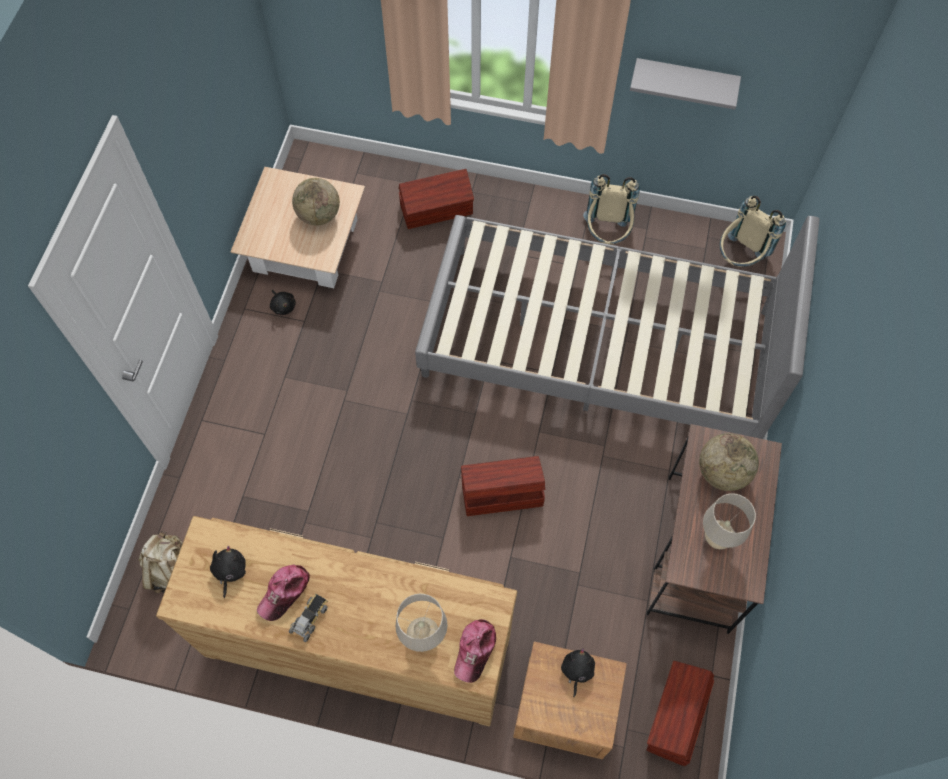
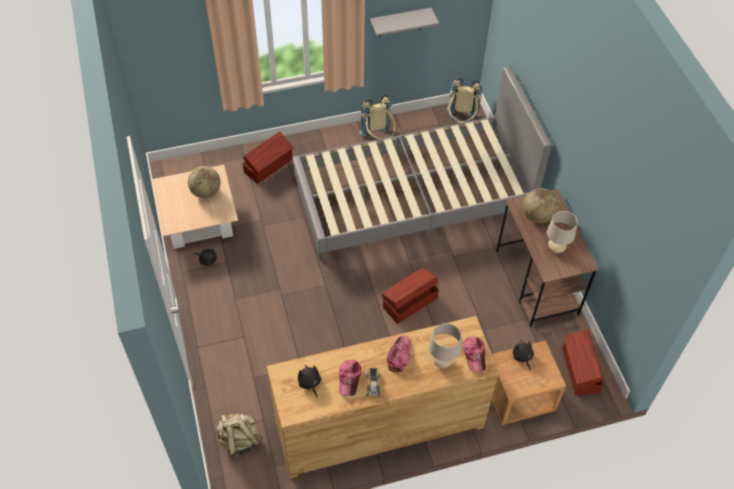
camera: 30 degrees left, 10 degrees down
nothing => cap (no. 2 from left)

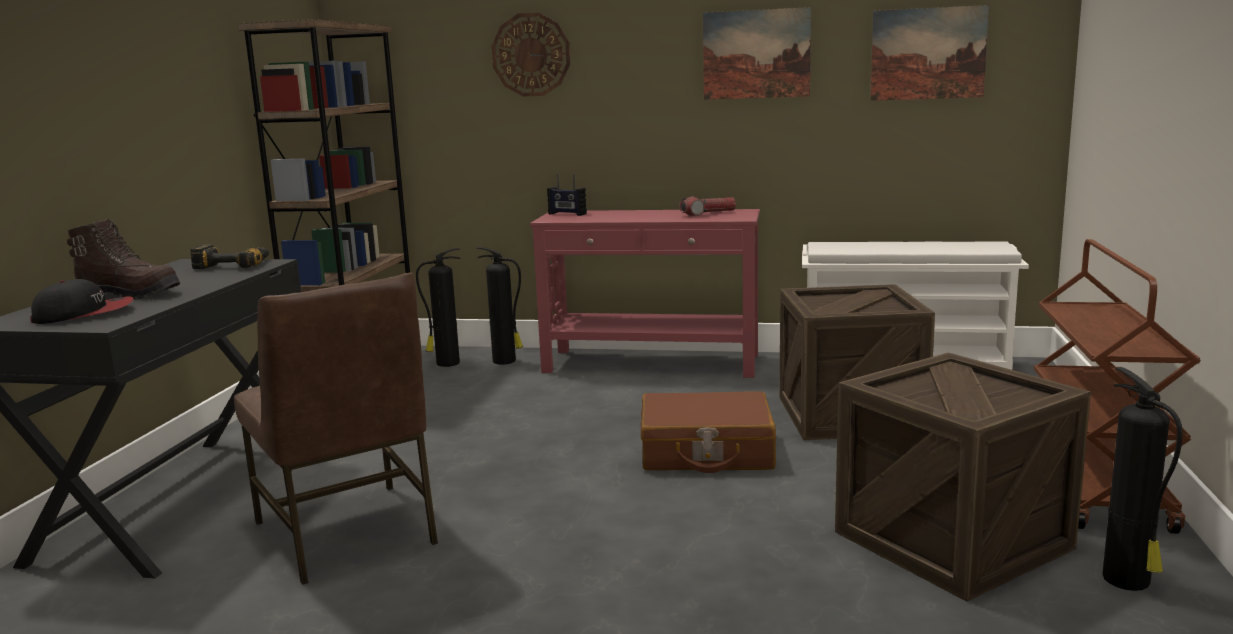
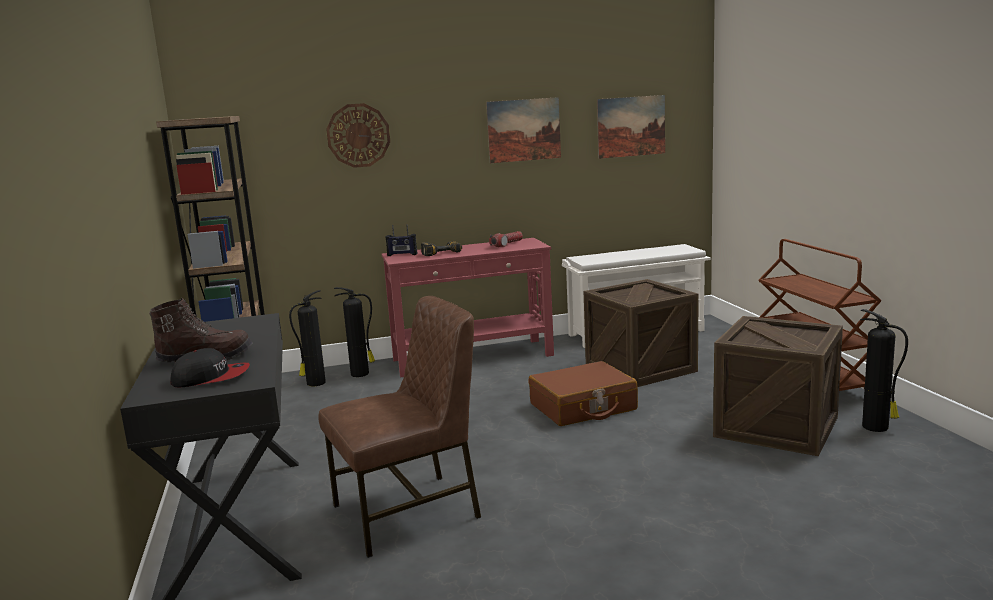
camera: 25 degrees left, 0 degrees up
electric drill, shifted
brown upright chair, 60 degrees counterclockwise
cap, 45 degrees clockwise

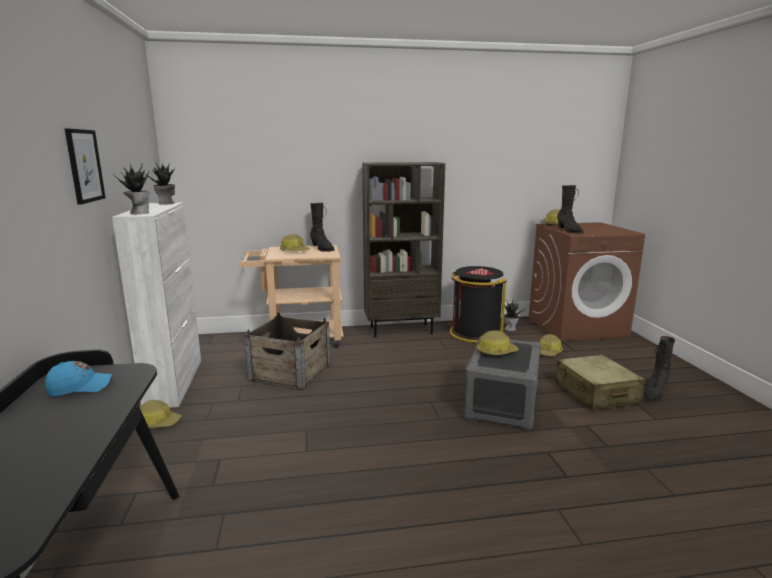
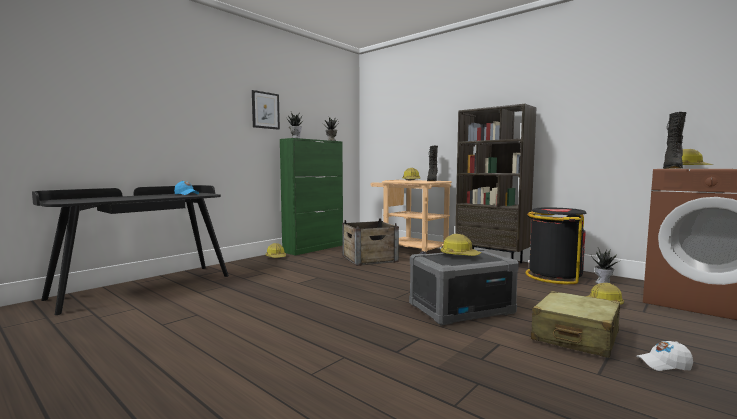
camera: 50 degrees right, 10 degrees down
whitish storage cabinet => green-coloured storage cabinet
blackish high-top boot (no. 3 from left) => whitish cap

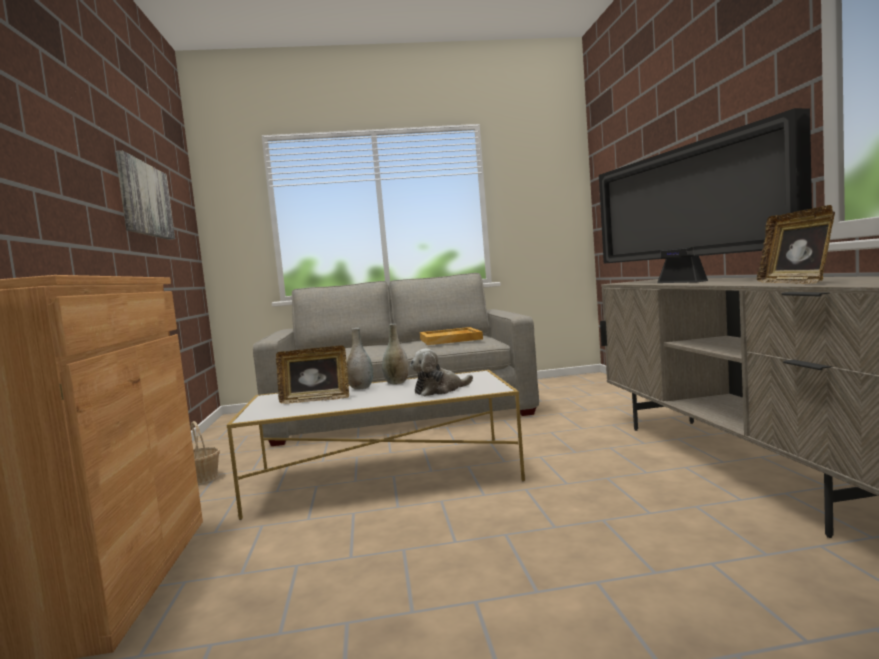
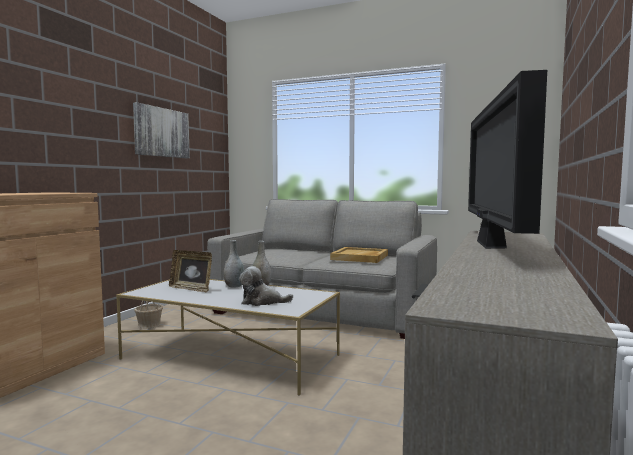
camera: 30 degrees right, 0 degrees up
standing frame (no. 2 from left) => nothing

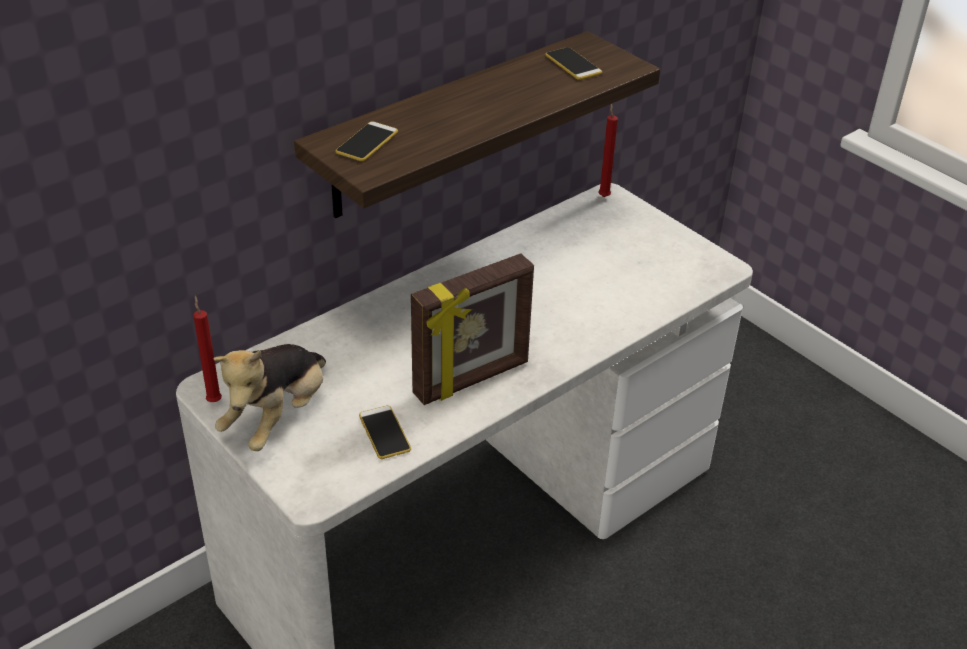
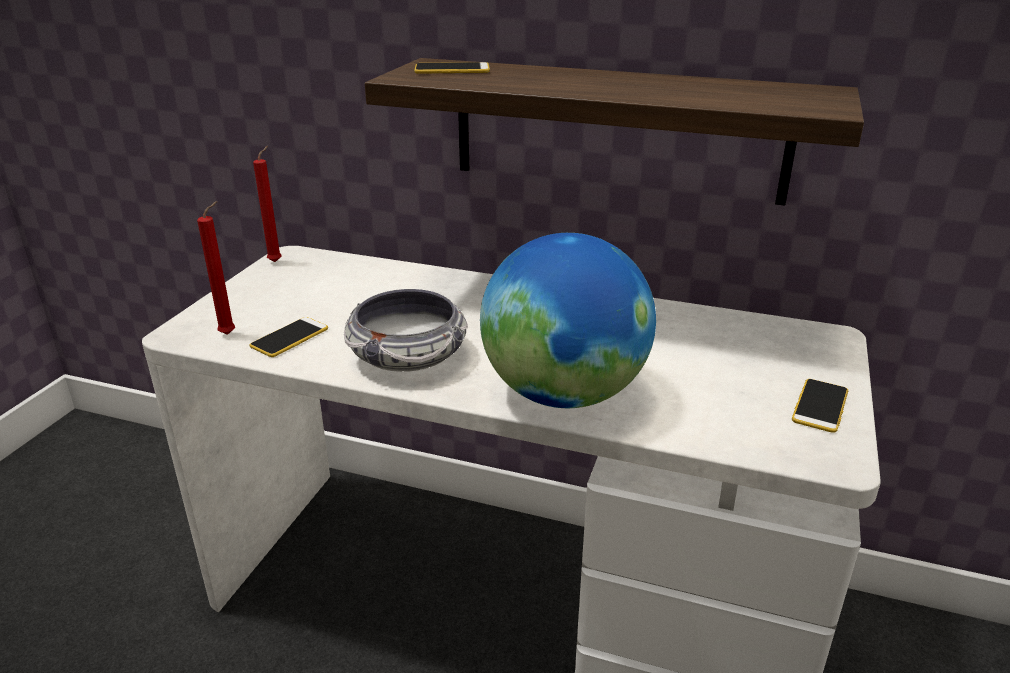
camera: 60 degrees right, 10 degrees down
phone (no. 3 from left), shifted
red-coloured wax candle (no. 2 from left in the first image) => red-coloured wax candle (no. 1 from left), shifted
standing frame => serving bowl
cuddly toy => nothing
nothing => desk globe

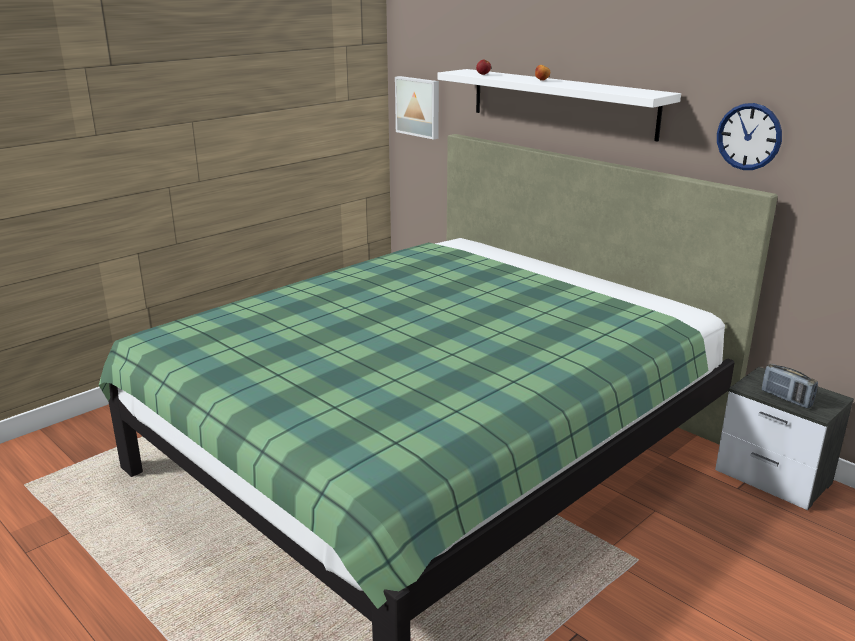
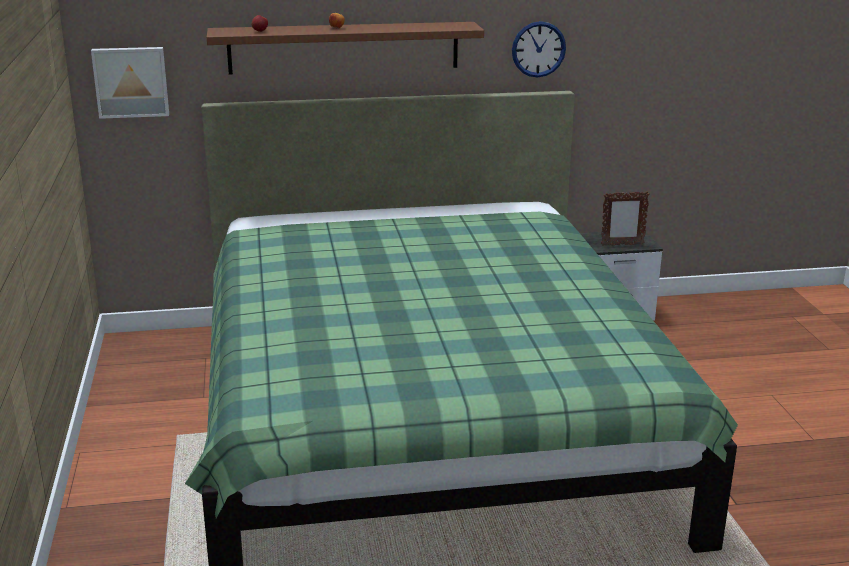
camera: 55 degrees left, 0 degrees up
whitish bracket shelf => brown bracket shelf
radio receiver => standing frame

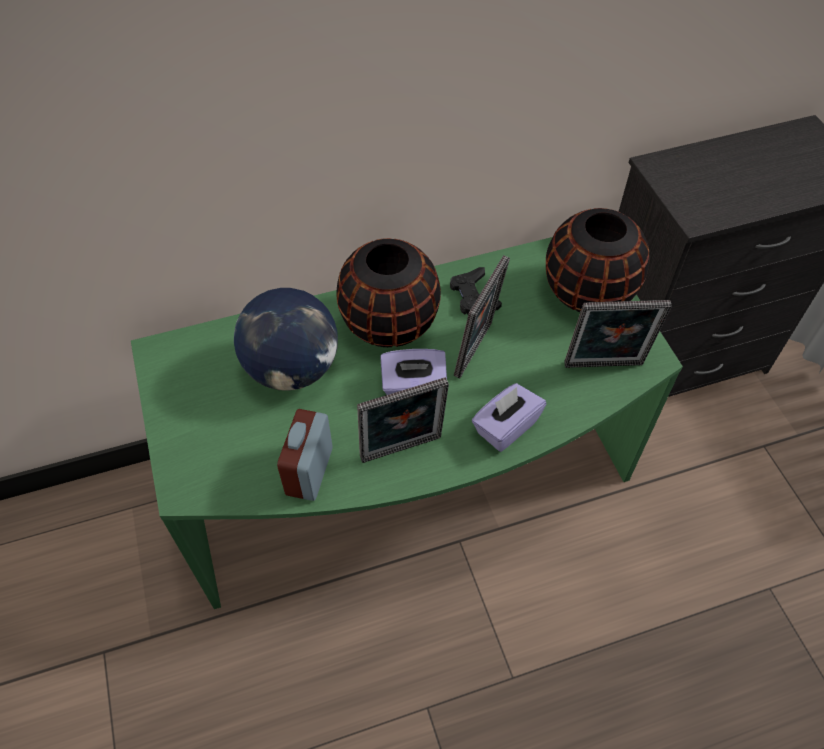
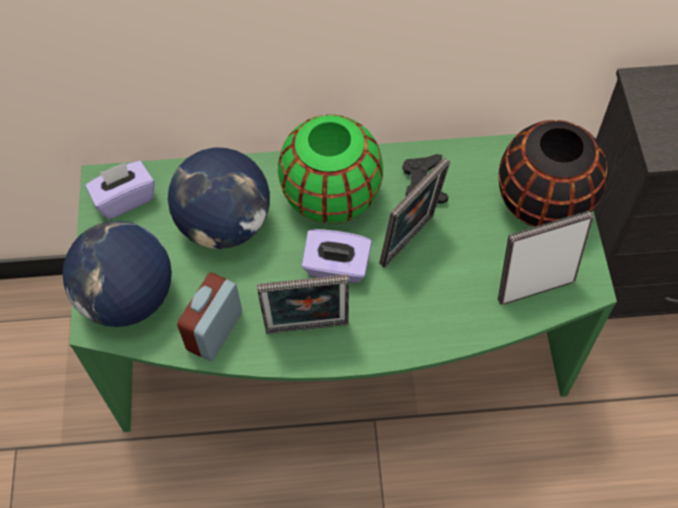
camera: 15 degrees right, 5 degrees up
blackish vase (no. 1 from left) => green-coloured vase
standing frame (no. 3 from left), 150 degrees clockwise
purplish tissue holder (no. 2 from left in the first image) => purplish tissue holder (no. 1 from left), shifted
nothing => desk globe (no. 1 from left)

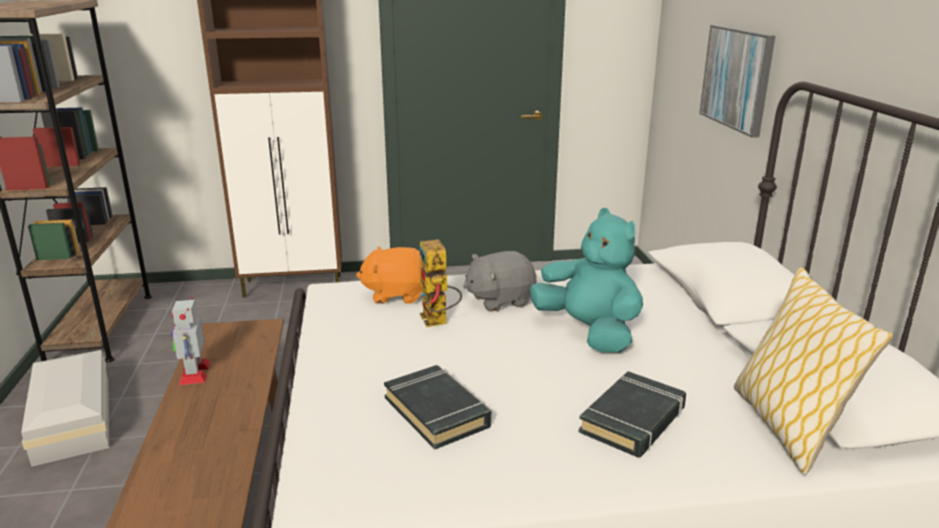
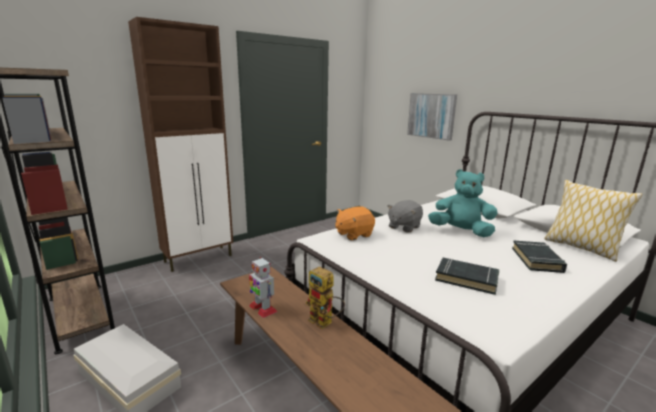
camera: 30 degrees left, 5 degrees down
model robot (no. 2 from left), shifted

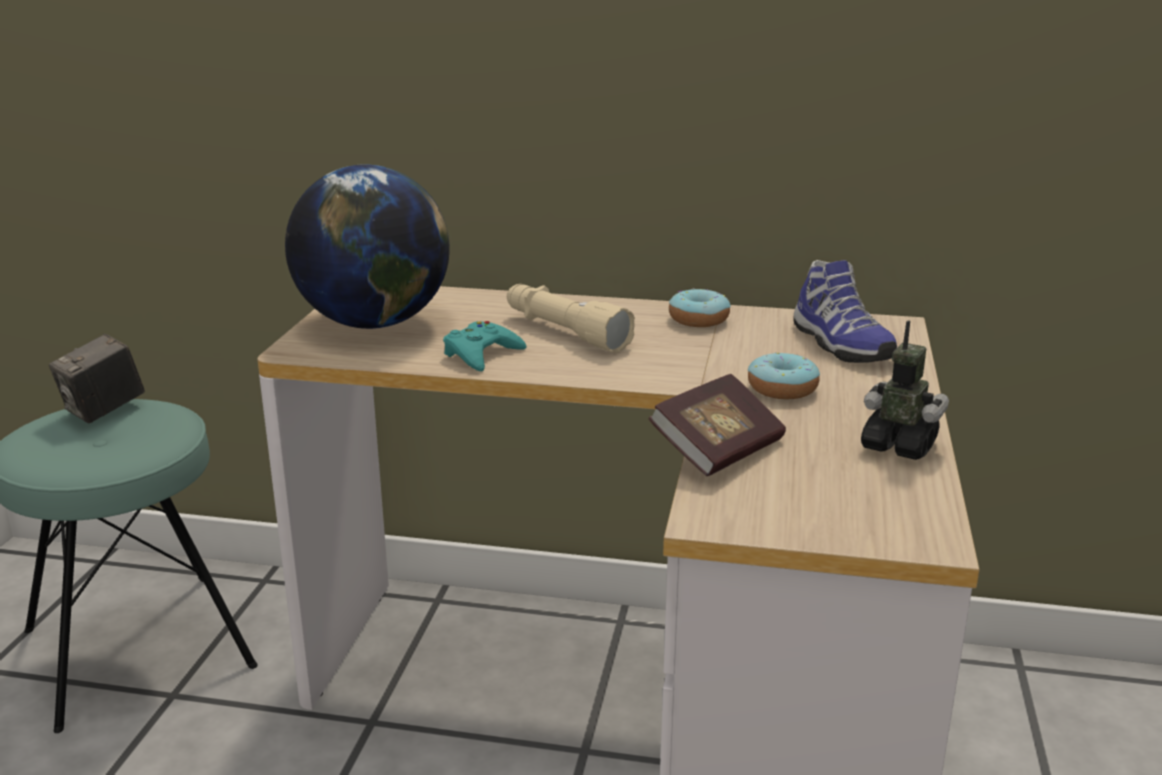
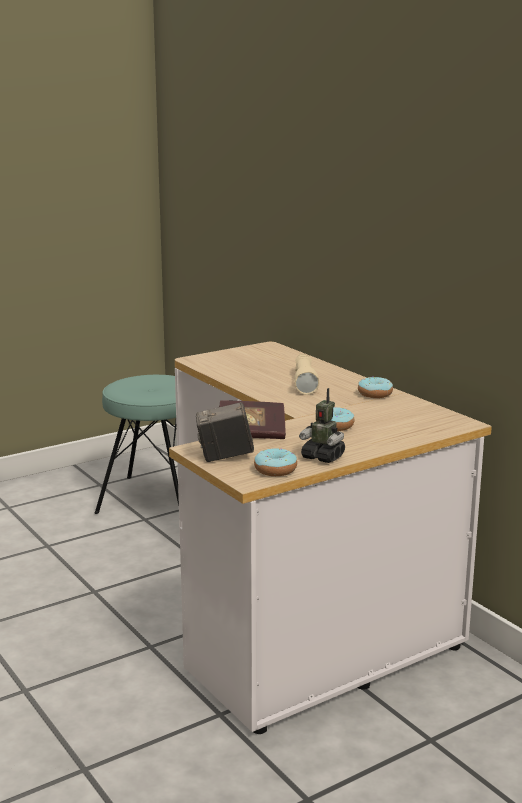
camera: 45 degrees right, 5 degrees down
desk globe => nothing
low shoe => nothing
model robot, 135 degrees clockwise
blue-green game controller => nothing
still camera, shifted
nothing => ring doughnut (no. 1 from left)

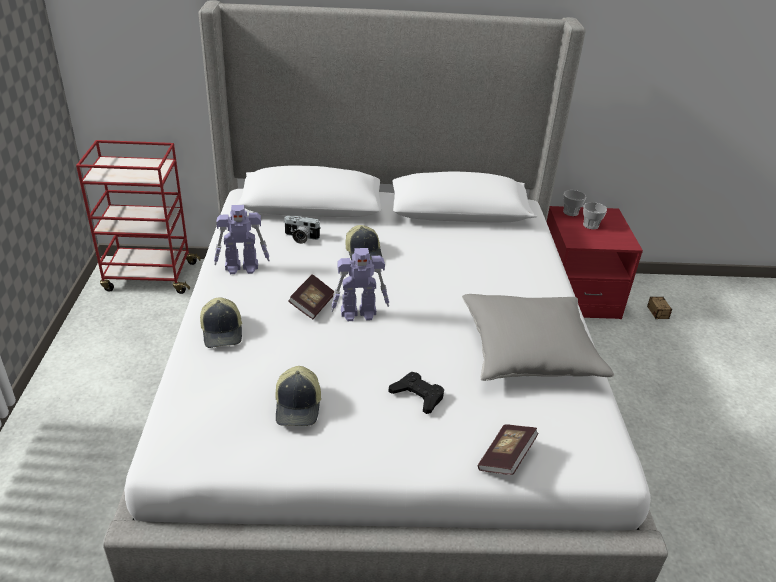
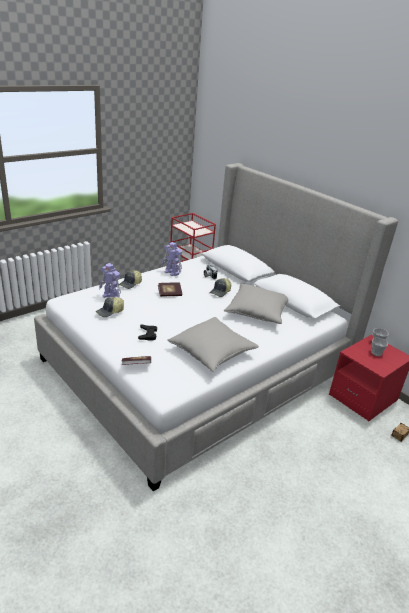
camera: 50 degrees right, 5 degrees down
model robot (no. 2 from left in the first image) => model robot (no. 1 from left), shifted
nothing => gray pillow (no. 2 from left)

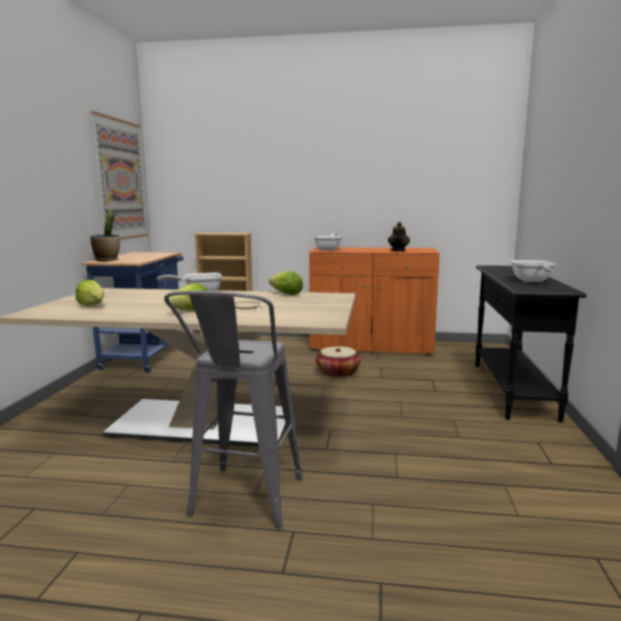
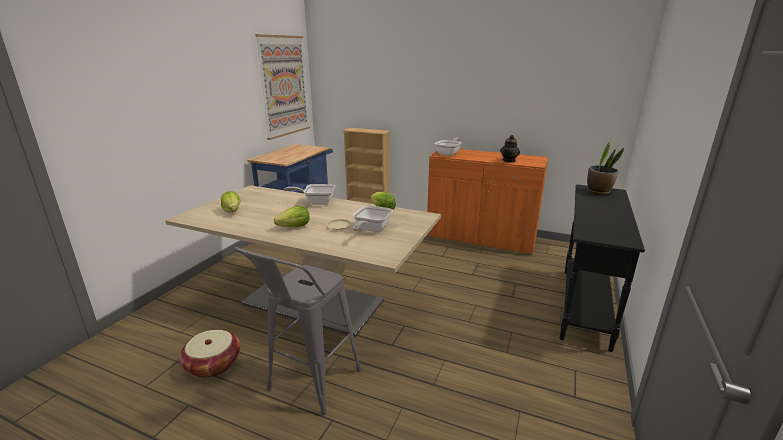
camera: 15 degrees right, 10 degrees up
houseplant, shifted
skillet (no. 3 from left in the first image) => skillet (no. 2 from left), shifted
basket, shifted

